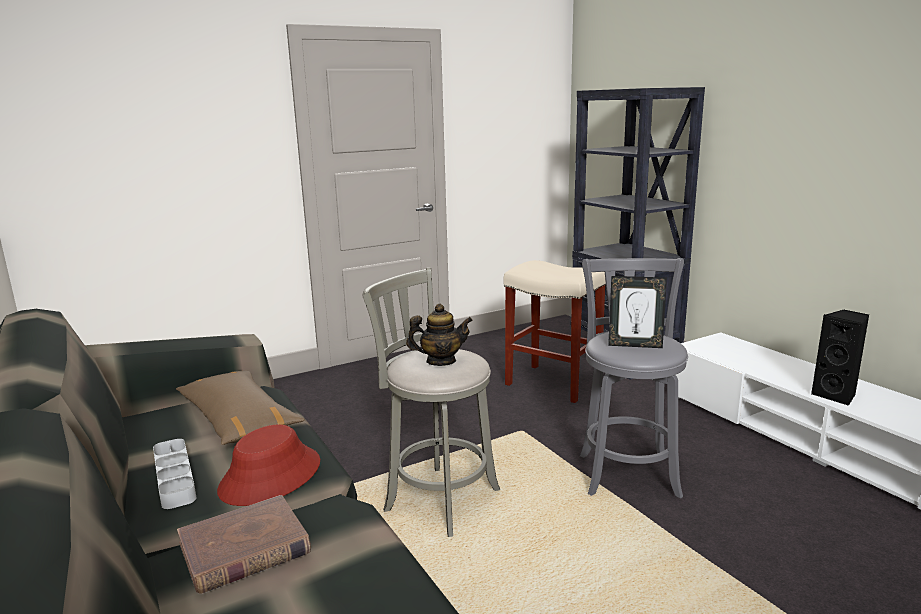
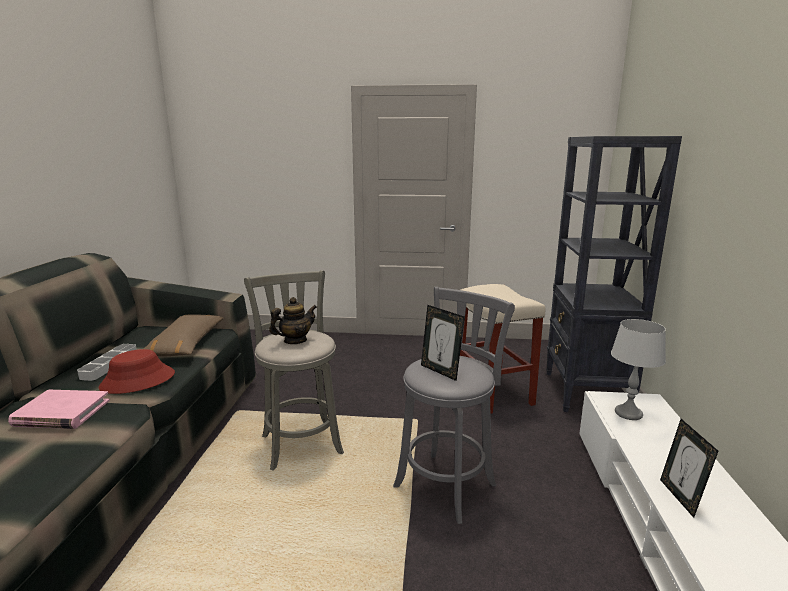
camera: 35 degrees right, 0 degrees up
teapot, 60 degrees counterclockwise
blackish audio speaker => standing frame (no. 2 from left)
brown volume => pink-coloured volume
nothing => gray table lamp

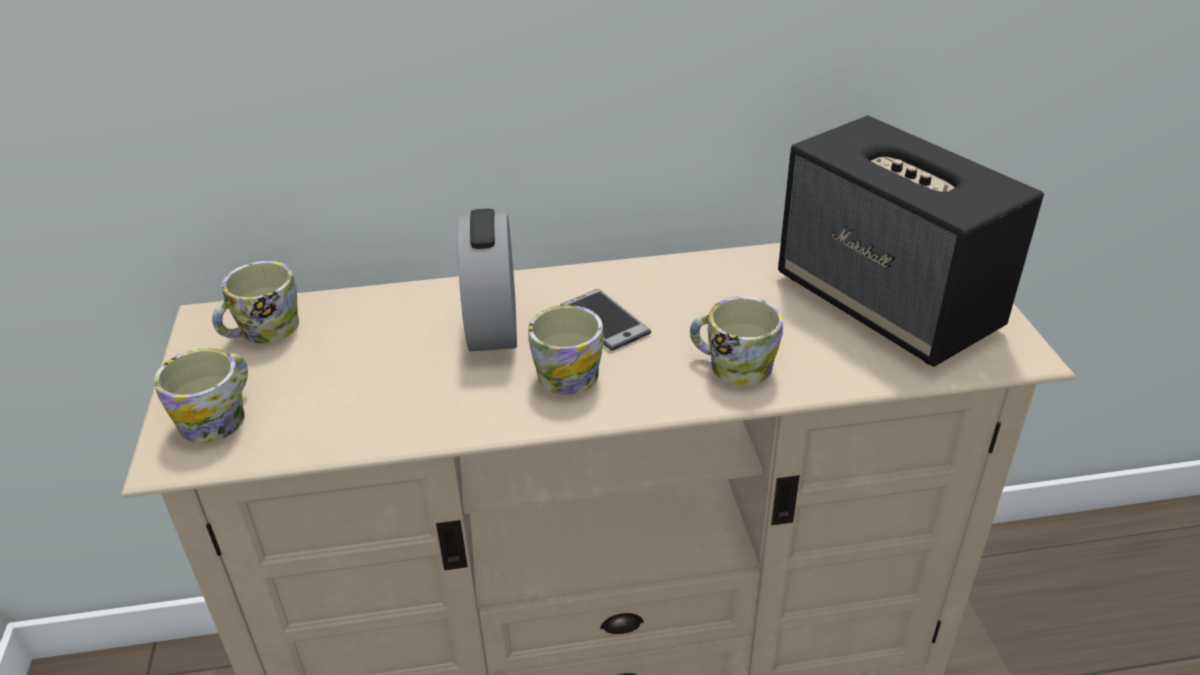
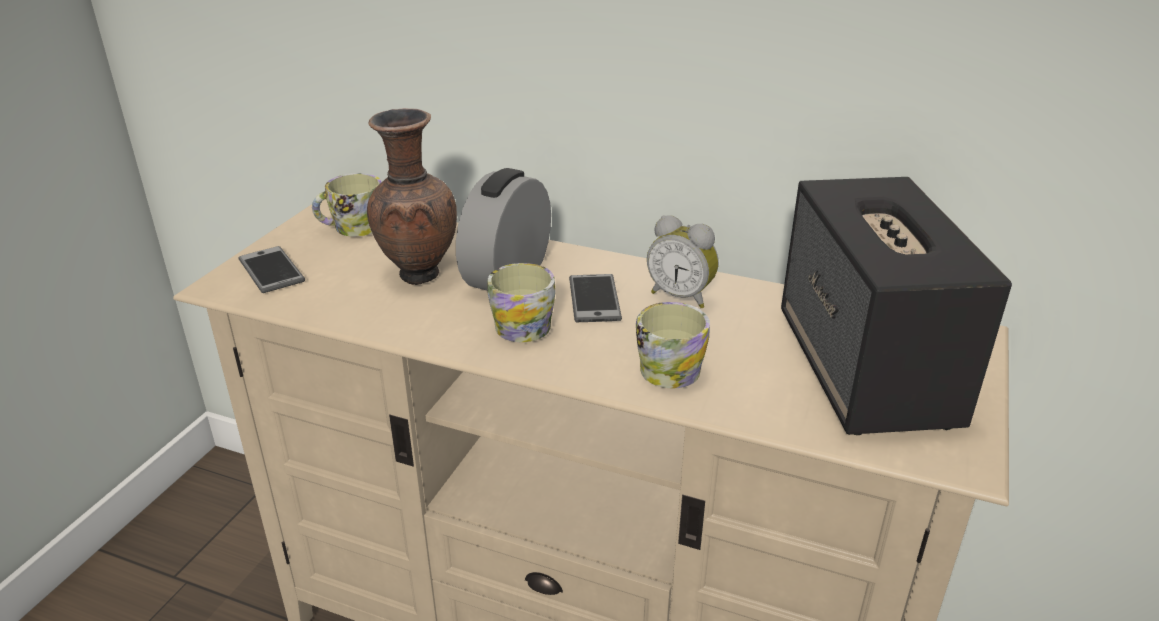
camera: 30 degrees right, 5 degrees down
mug (no. 1 from left) => phone (no. 1 from left)
nothing => brown vase
nothing => table clock (no. 2 from left)

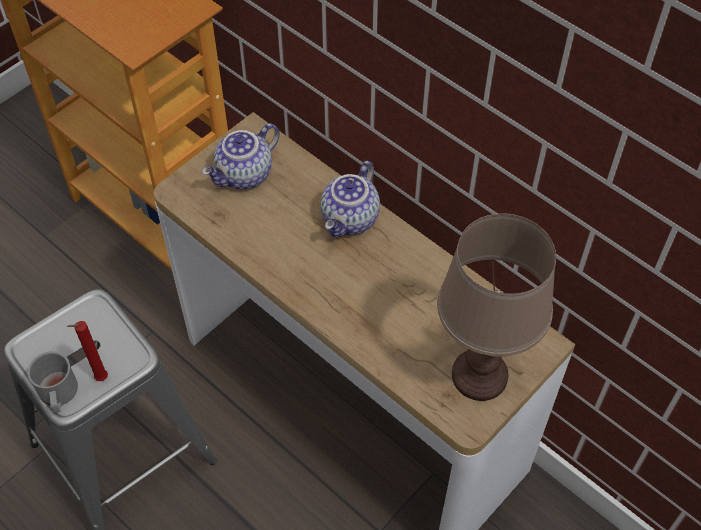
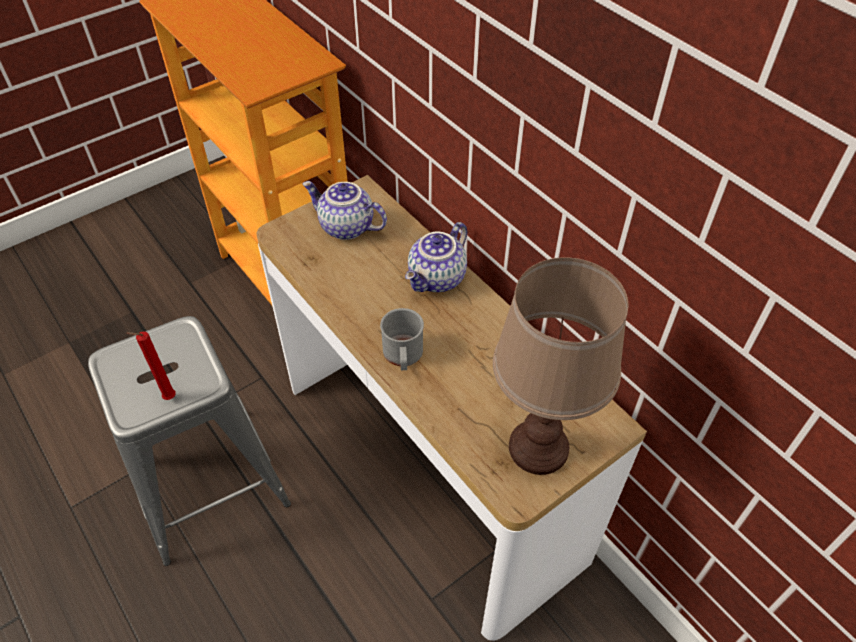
camera: 10 degrees right, 5 degrees down
teapot (no. 1 from left), 60 degrees clockwise
gray mug, shifted

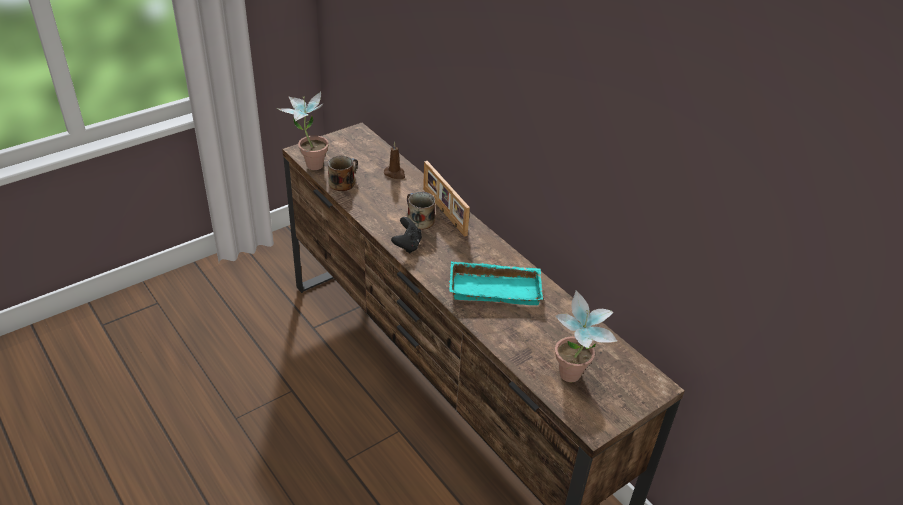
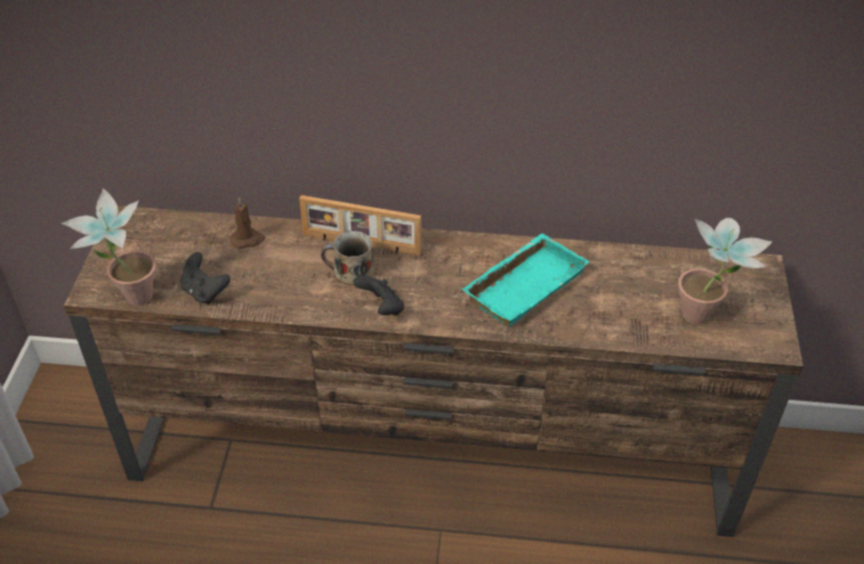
camera: 45 degrees left, 5 degrees up
mug (no. 1 from left) => blackish game controller (no. 1 from left)

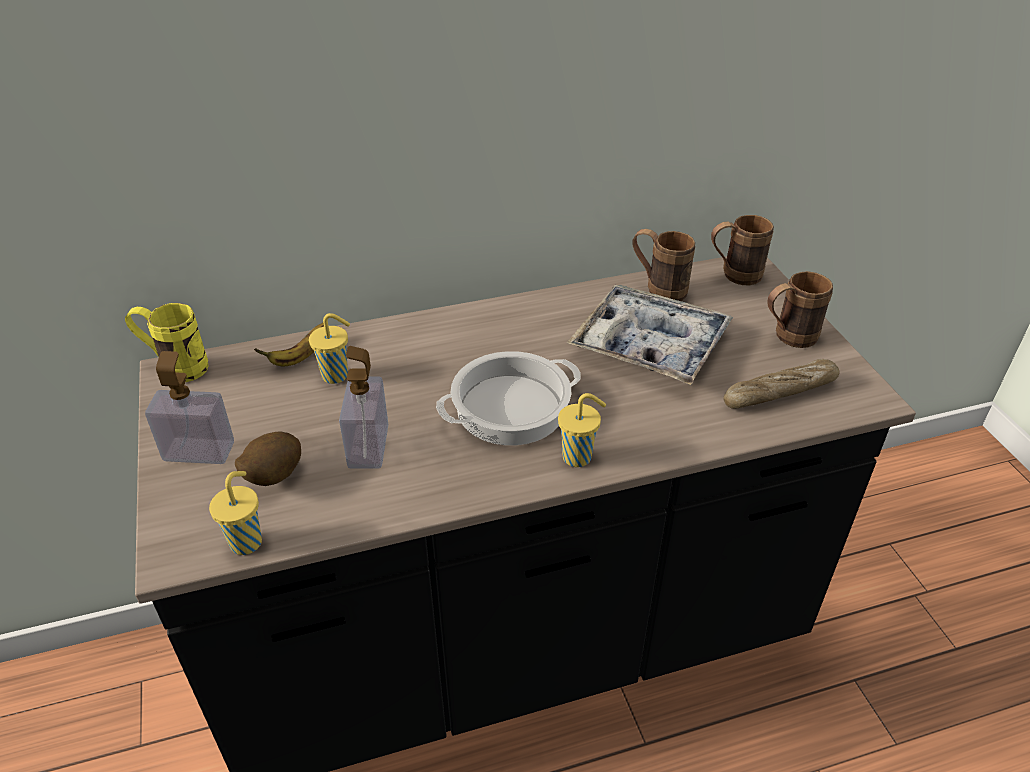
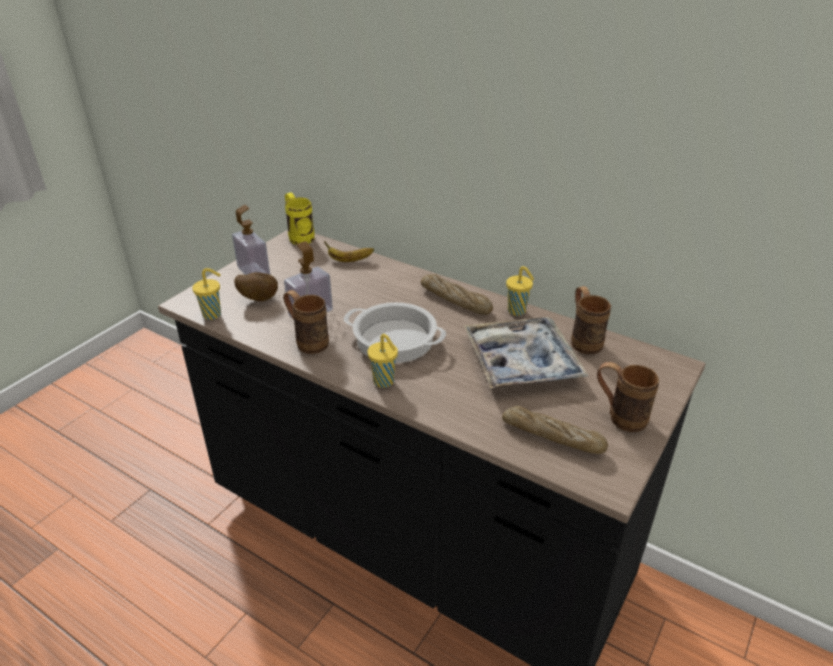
camera: 50 degrees right, 5 degrees down
brown mug (no. 2 from left in the first image) => brown mug (no. 1 from left), shifted
yellow-coloured small cup (no. 2 from left in the first image) => yellow-coloured small cup (no. 3 from left), shifted
nothing => bakery bread (no. 1 from left)

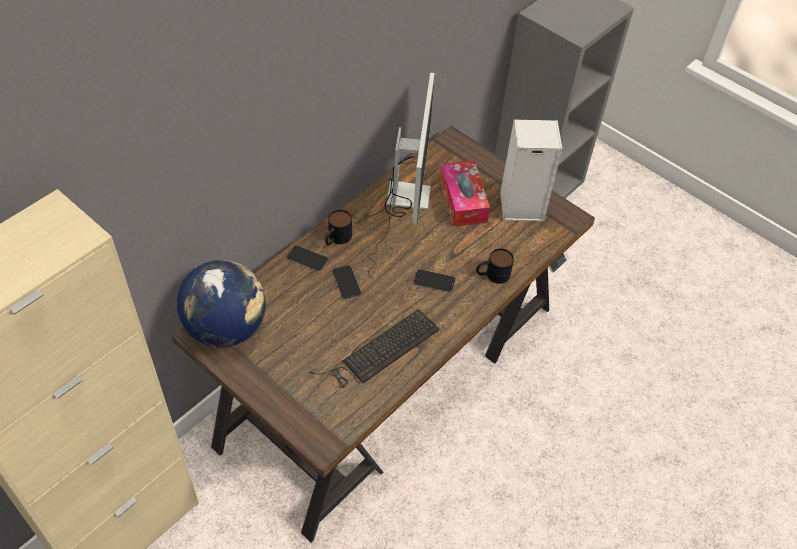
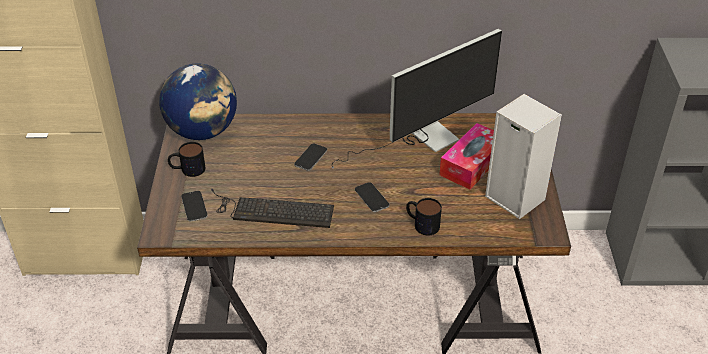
camera: 50 degrees right, 10 degrees down
mug (no. 1 from left), shifted
phone (no. 1 from left), shifted

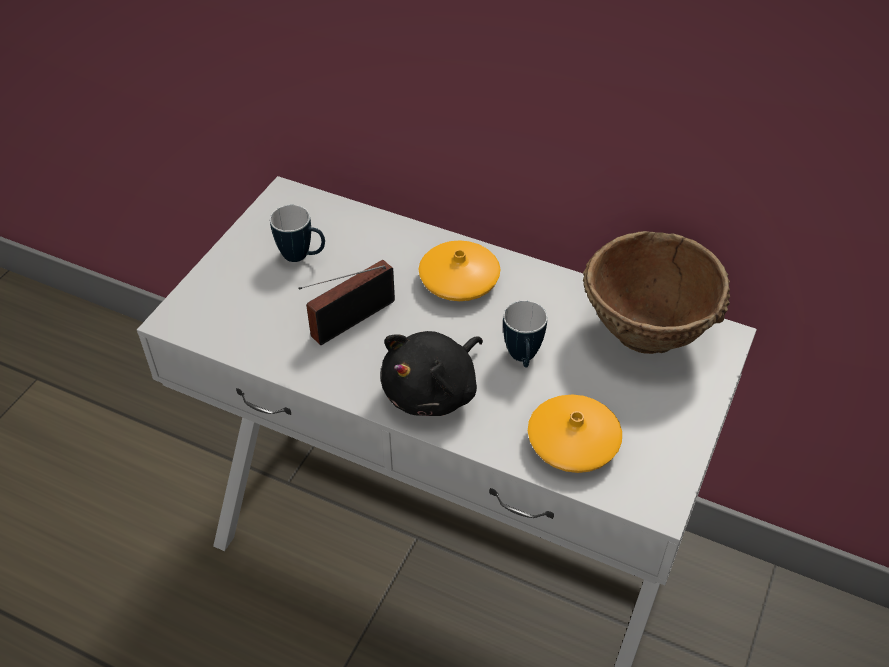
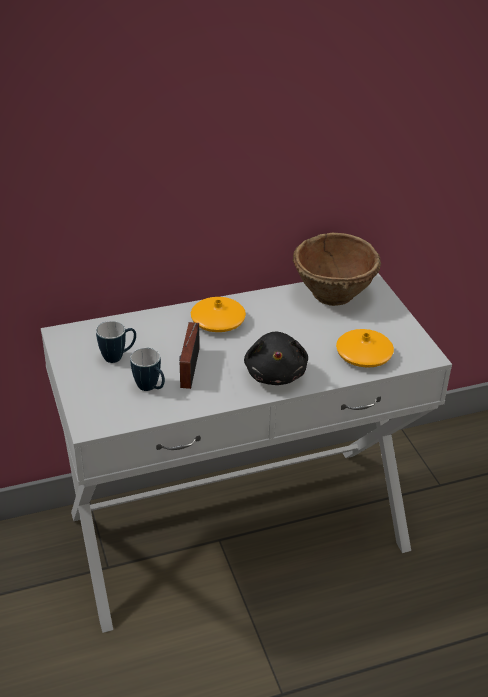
camera: 45 degrees left, 10 degrees down
mug (no. 2 from left), shifted

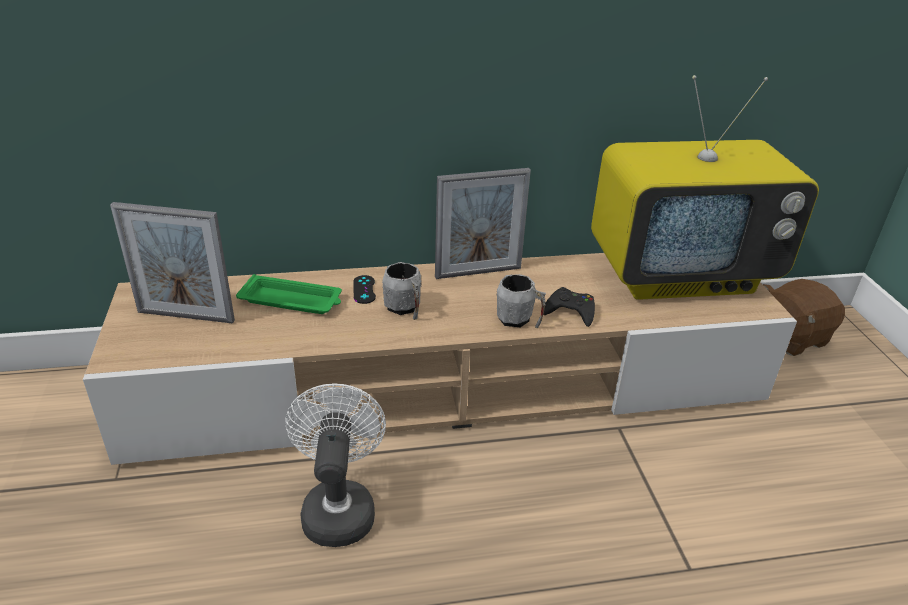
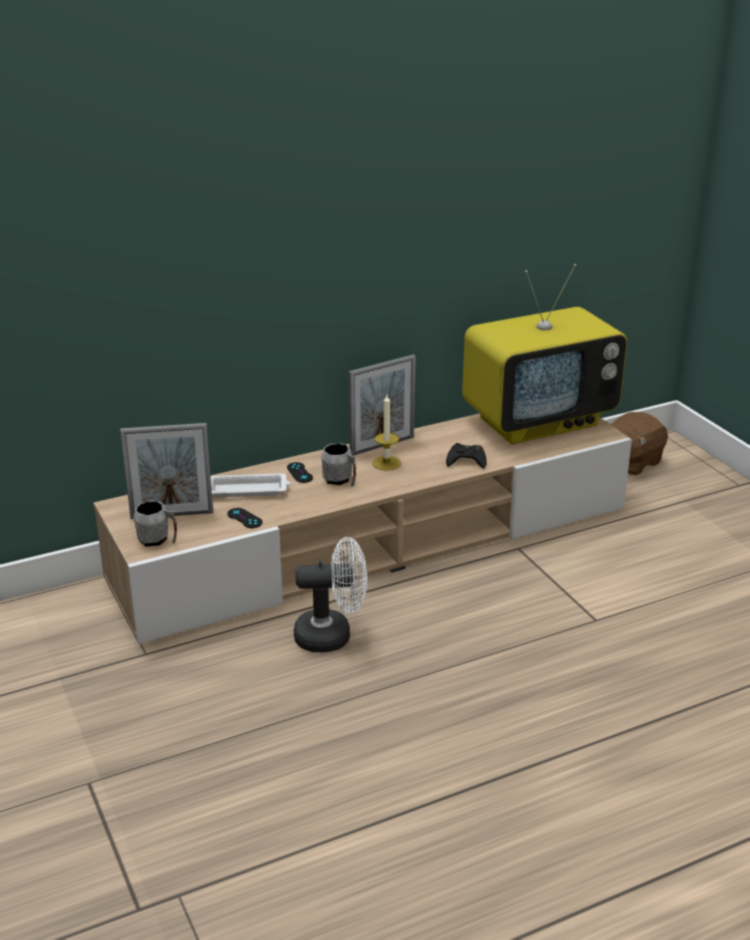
camera: 15 degrees left, 5 degrees down
green-coloured carrying tray => whitish carrying tray
gray mug (no. 2 from left in the first image) => gray mug (no. 1 from left), shifted
whitish electric fan, 105 degrees clockwise
nothing => wax candle
nothing => blackish game controller (no. 1 from left)

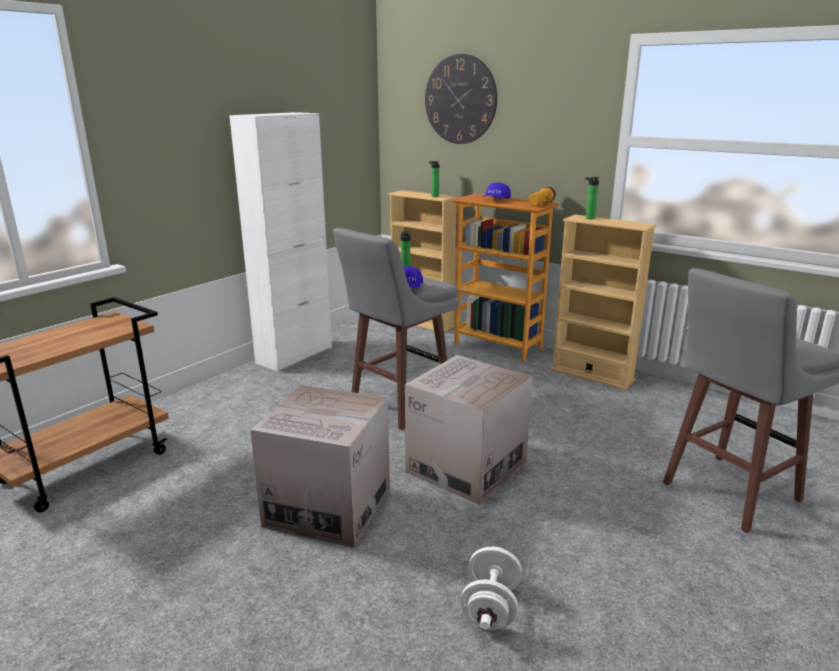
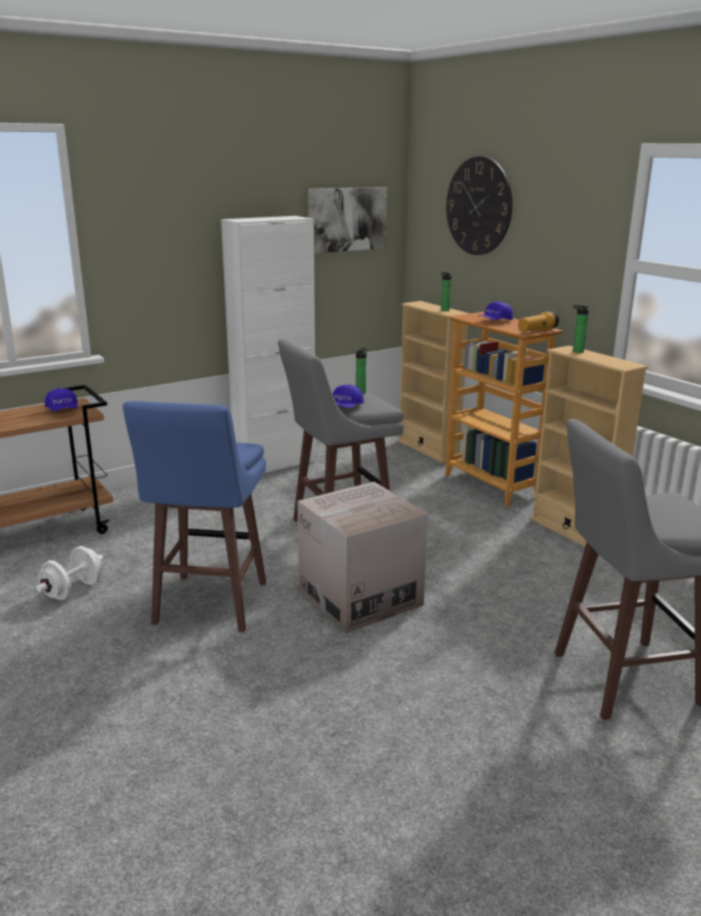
camera: 20 degrees right, 0 degrees up
cardboard box (no. 1 from left) => bluish stool
whitish dumbbell, shifted
nothing => wall picture
nothing => bluish cap (no. 1 from left)

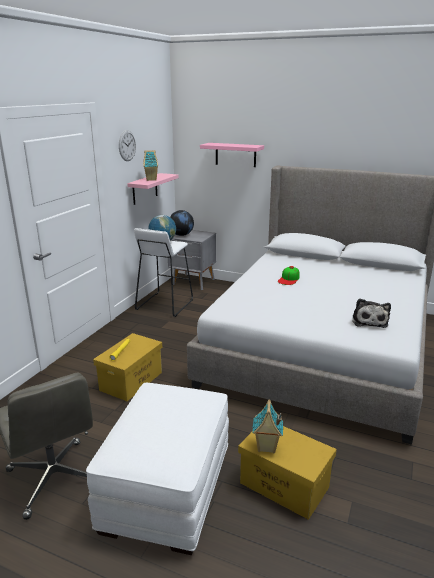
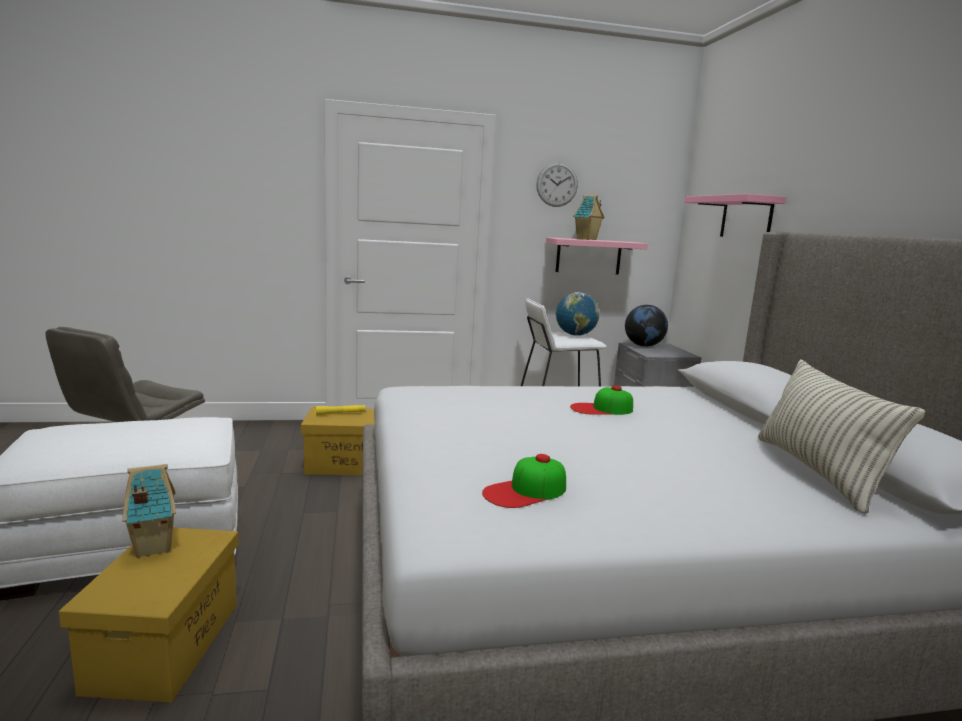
camera: 55 degrees right, 10 degrees down
cuddly toy => cap (no. 1 from left)
nothing => pillow

